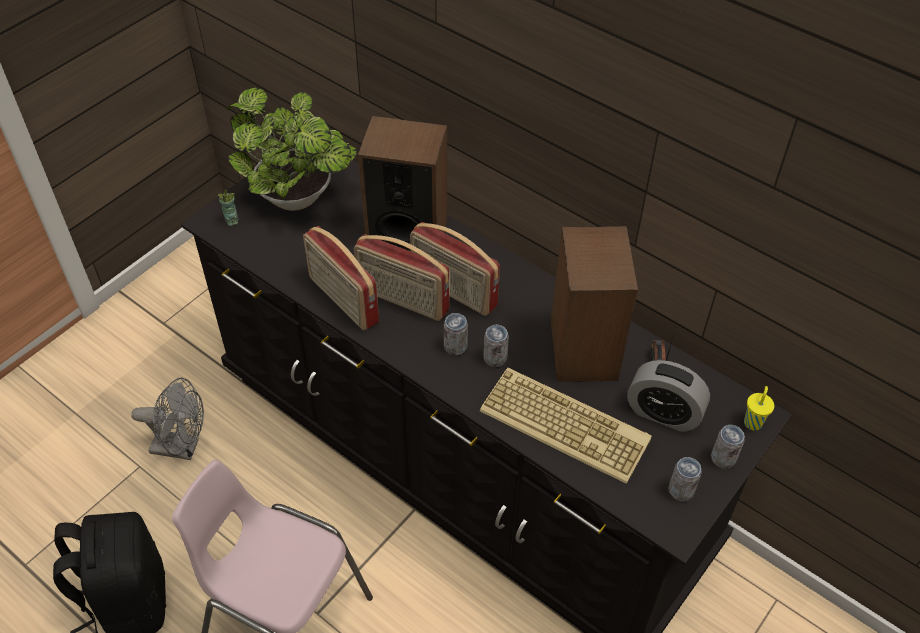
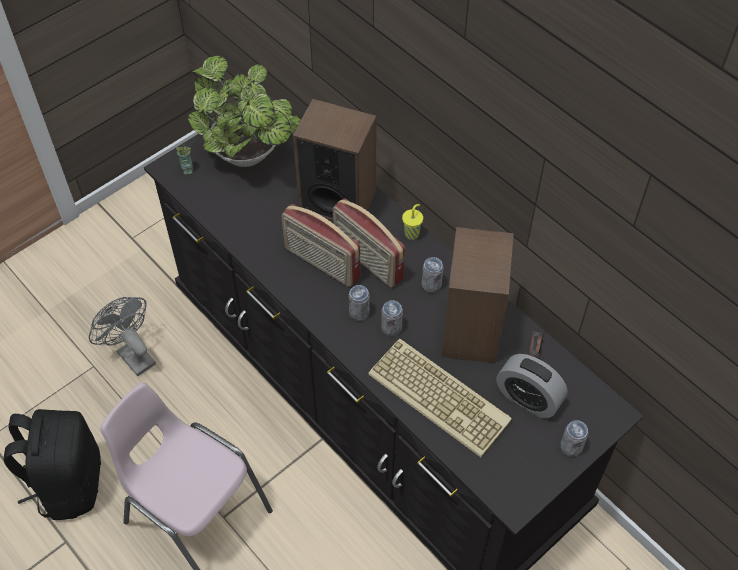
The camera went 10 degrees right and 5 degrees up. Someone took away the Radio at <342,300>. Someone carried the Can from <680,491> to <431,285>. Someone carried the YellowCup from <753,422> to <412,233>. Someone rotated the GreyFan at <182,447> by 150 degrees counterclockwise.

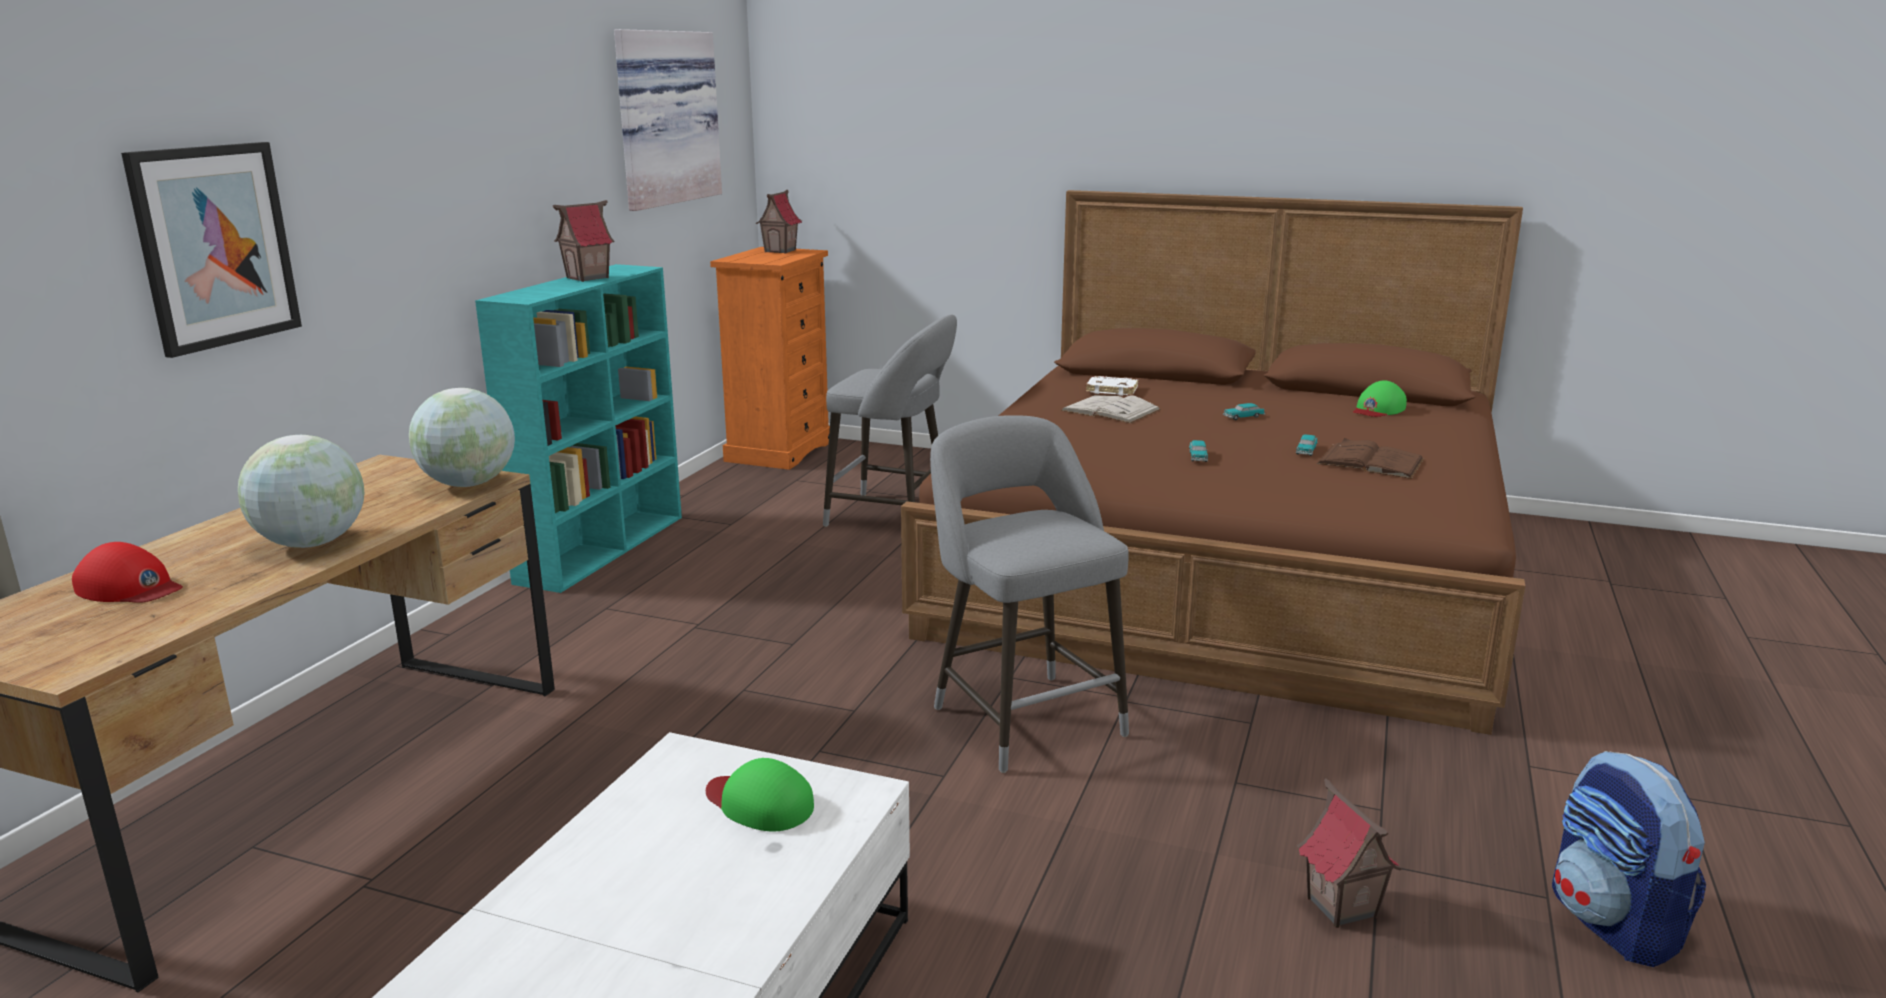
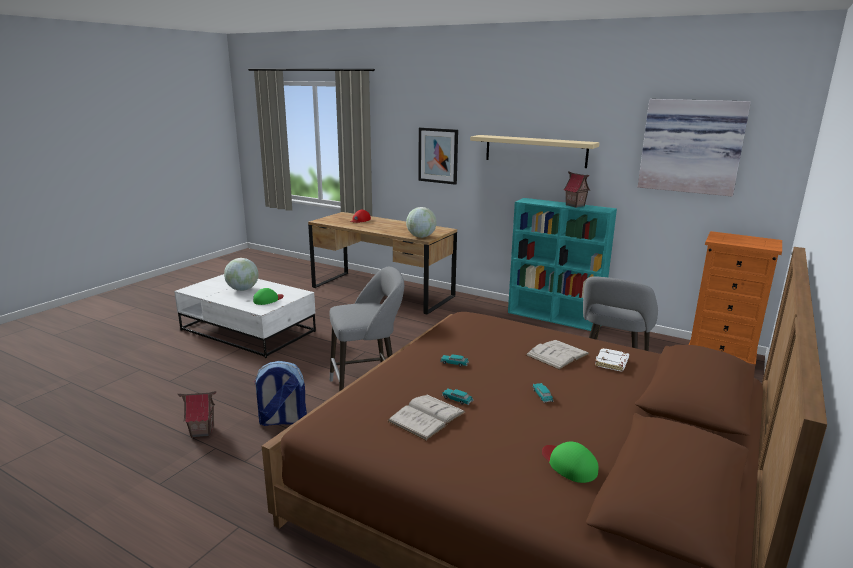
The camera went 100 degrees right and 0 degrees up. Someone took away the ToyHouse at <780,251>. Someone put up the BeigeShelf at <535,151>. Someone carried the Globe from <311,543> to <242,289>. Someone carried the Backpack from <1614,924> to <281,420>. Someone repainted the BrownBook at <1370,461>, which became the WhiteBook at <427,416>.

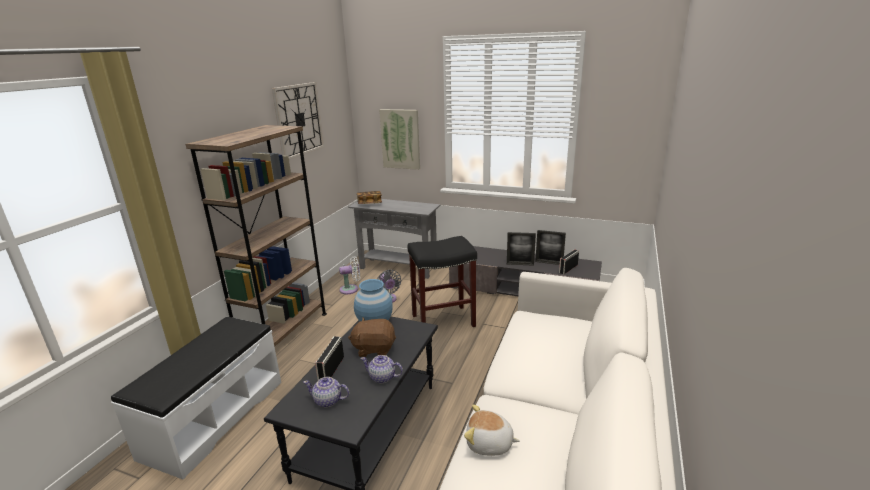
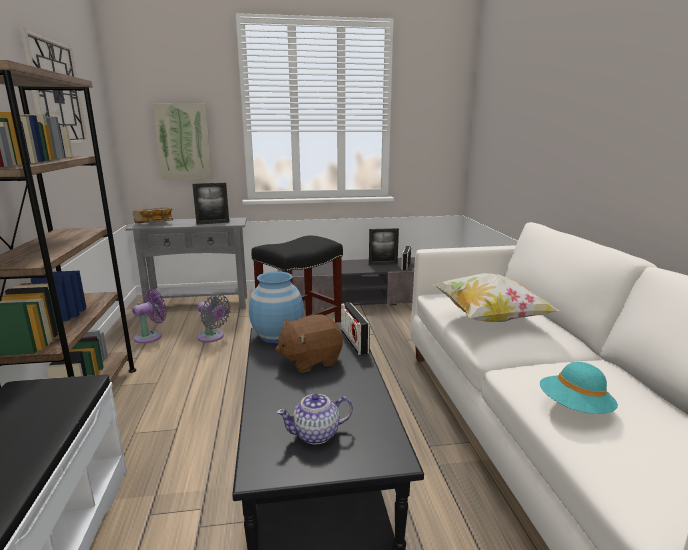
The camera went 30 degrees left and 5 degrees down. Someone took away the Teapot at <382,377>. Someone put down the Pillow at <489,318>. Someone carried the Radio from <331,370> to <354,342>. Someone carried the PictureFrame from <520,264> to <213,223>. Someone swapped the PlushToy at <489,444> for the TurquoiseHat at <574,409>. Someone repainted the WhiteFan at <351,289>, which became the PurpleFan at <151,336>.

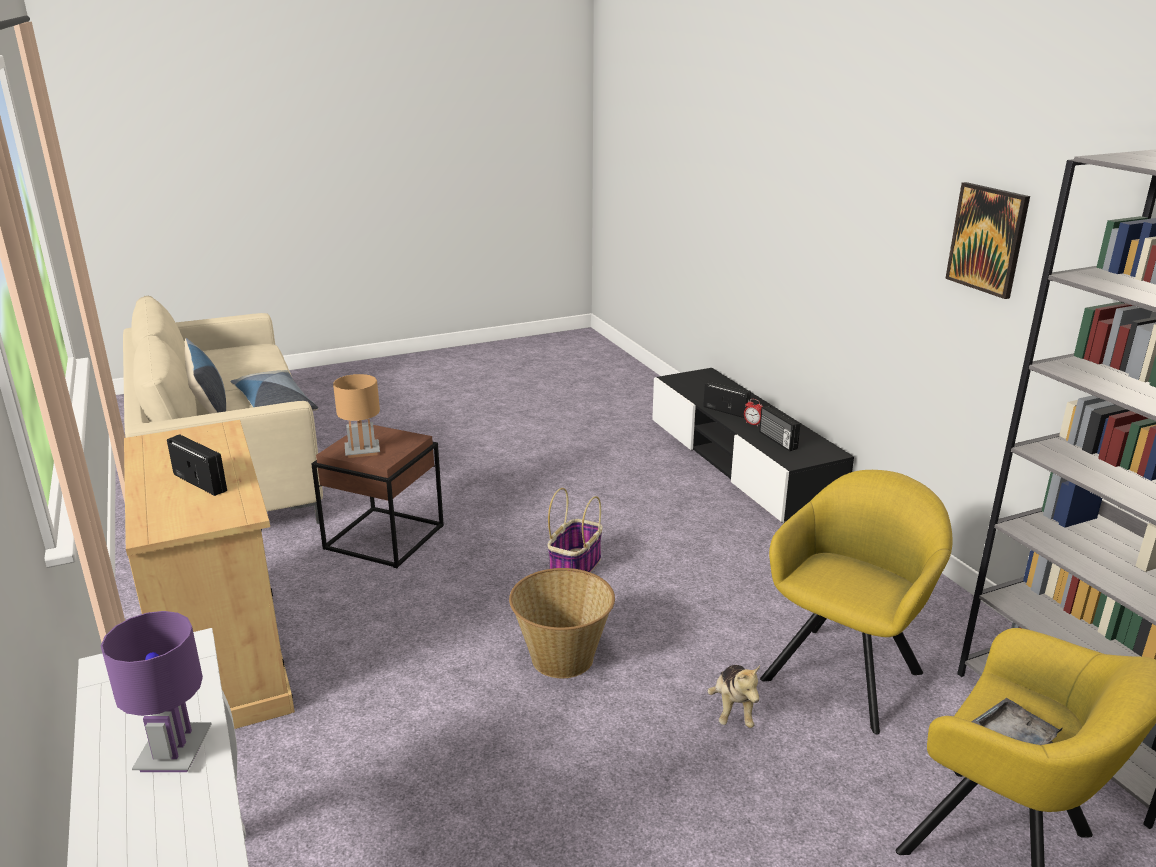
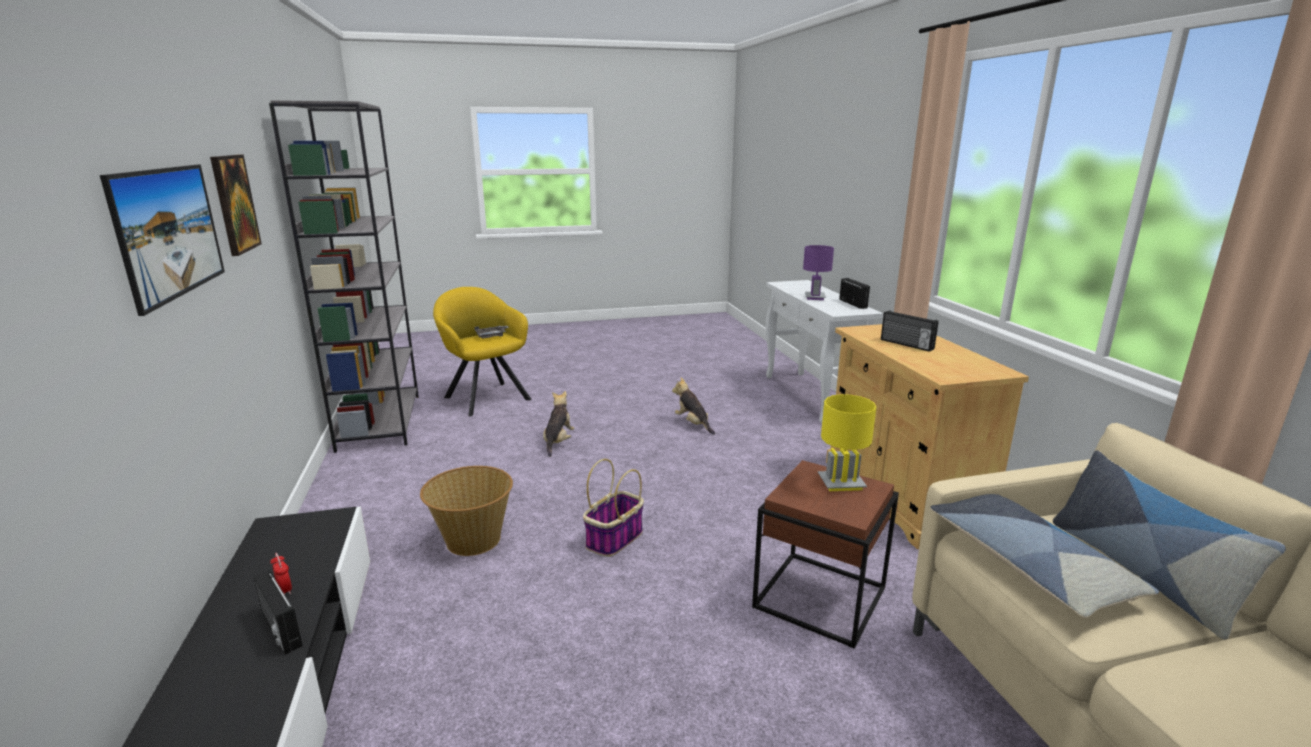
The camera went 170 degrees left and 5 degrees down. Someone took away the YellowArmchair at <846,671>. Someone put up the Picture at <177,262>. Someone put down the PlushToy at <693,424>. Someone carried the Basket from <562,657> to <473,541>. Someone carried the Radio from <777,440> to <853,303>. Someone repainted the BrownTableLamp at <362,451>, which became the YellowTableLamp at <841,483>.

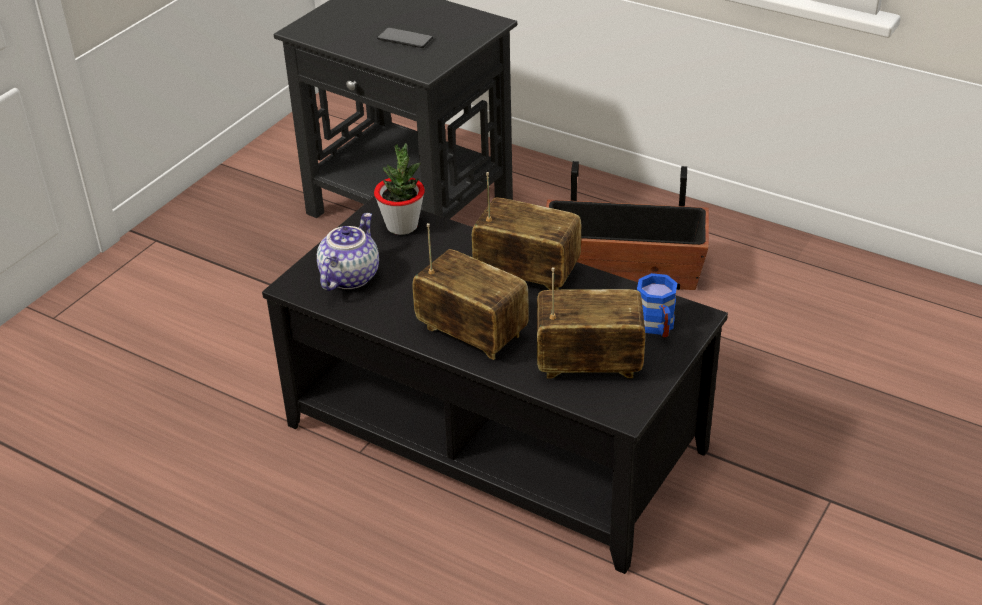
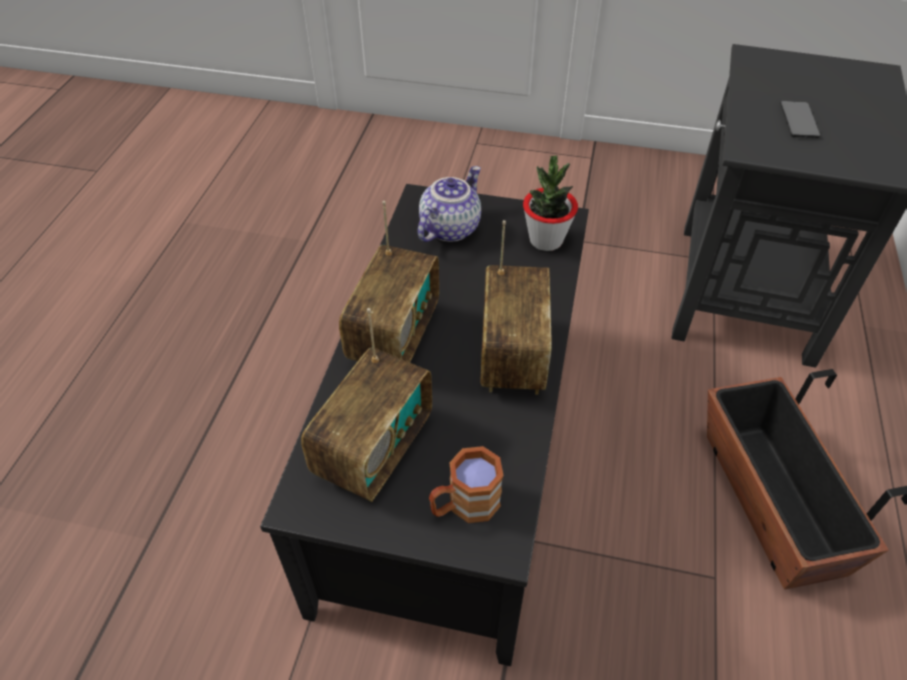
The camera went 70 degrees right and 10 degrees up. Someone repainted the BlueMug at <657,327>, which became the BrownMug at <464,505>. Someone rotated the Teapot at <349,276> by 60 degrees counterclockwise. Someone rotated the Radio at <589,364> by 45 degrees clockwise.

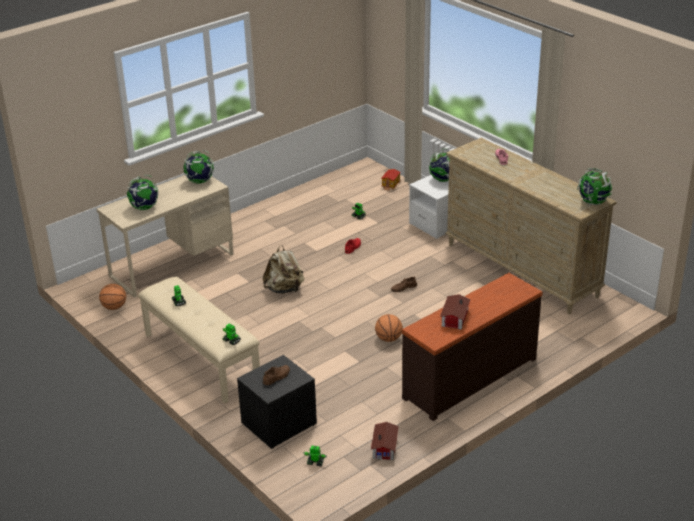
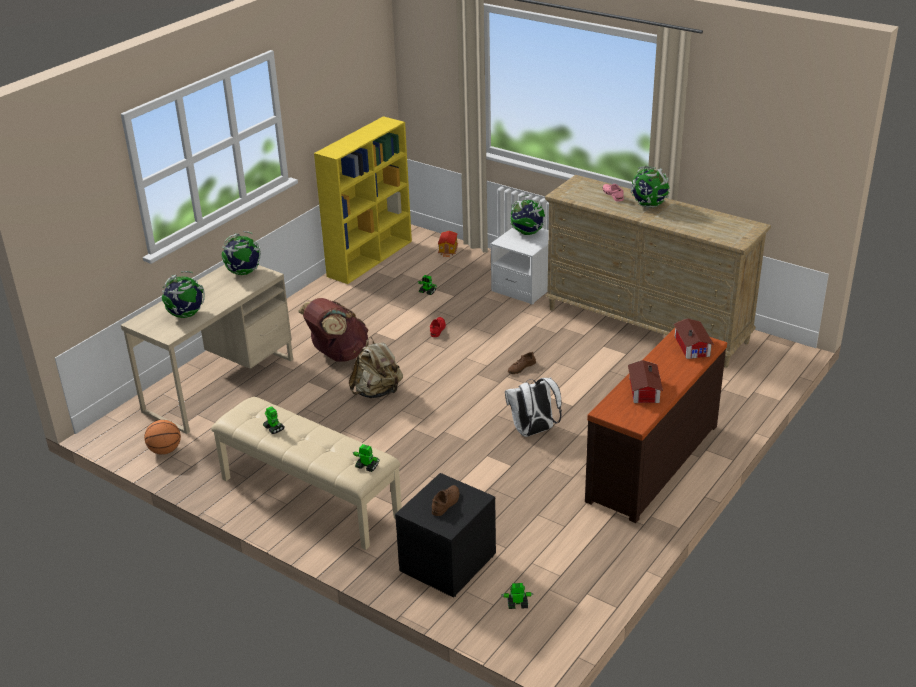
The camera went 15 degrees left and 0 degrees up. Someone put down the BrownBackpack at <338,355>. Someone put down the YellowBookcase at <370,258>. Someone carried the ToyHouse from <386,446> to <692,345>. Someone carried the Globe from <593,202> to <648,205>. Someone swapped the Basketball at <388,339> for the WhiteBackpack at <533,431>.

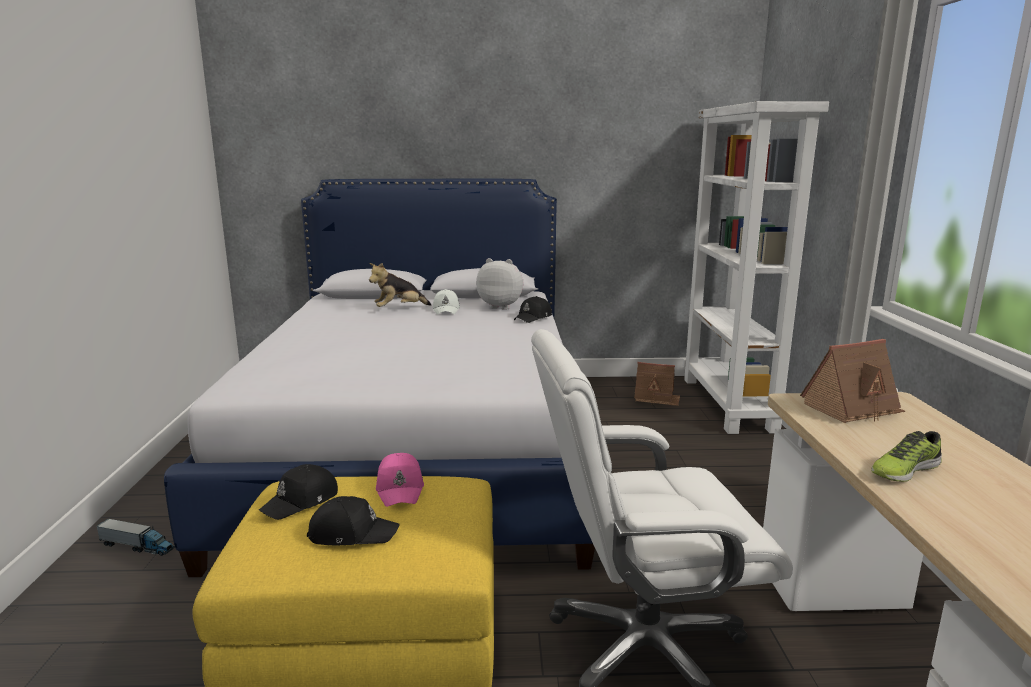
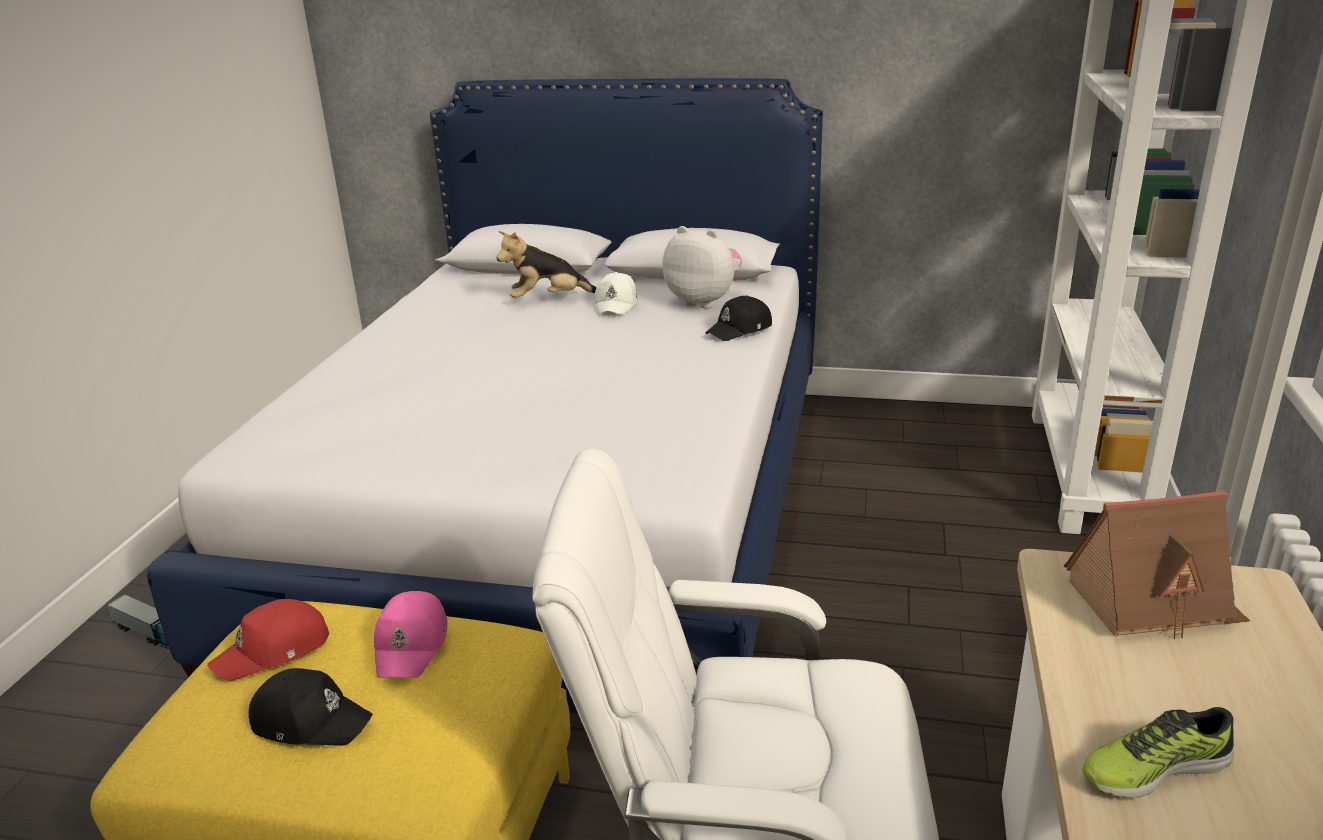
The camera went 15 degrees right and 10 degrees up. Someone took away the ToyHouse at <656,398>. Someone repainted the BlackCap at <301,501>, which became the RedCap at <274,651>.

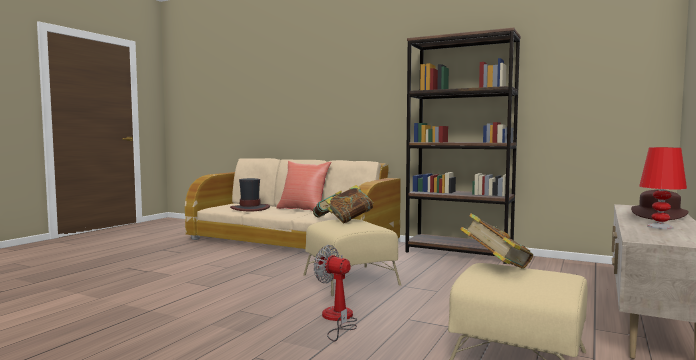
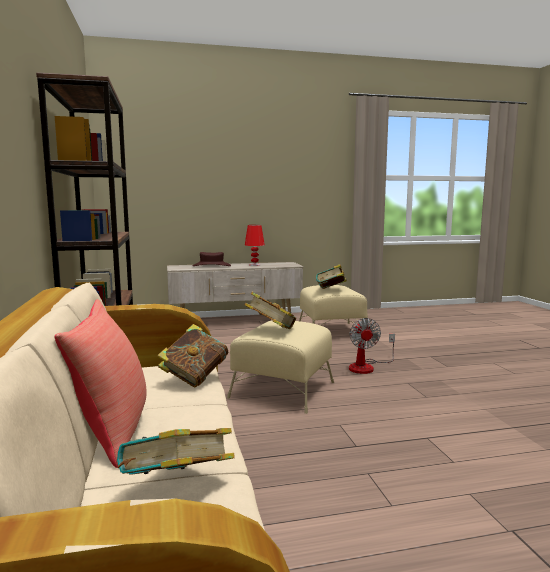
The camera went 130 degrees left and 5 degrees up. Someone swapped the Hat at <250,208> for the Book at <178,487>.

